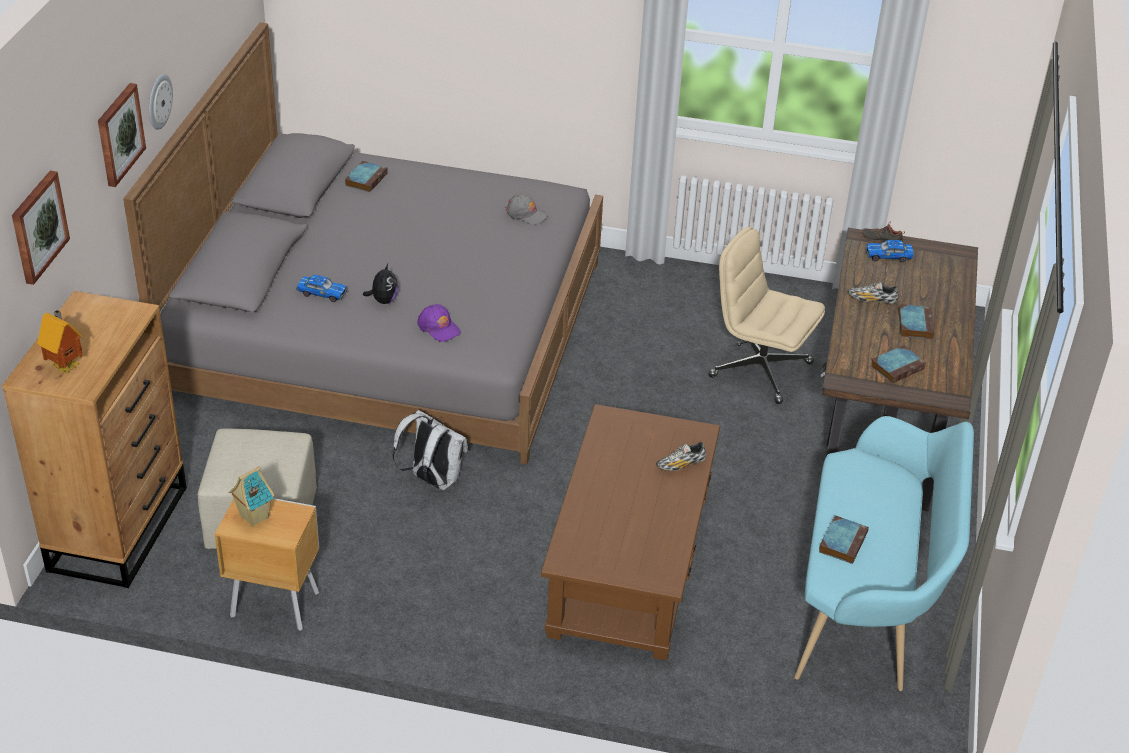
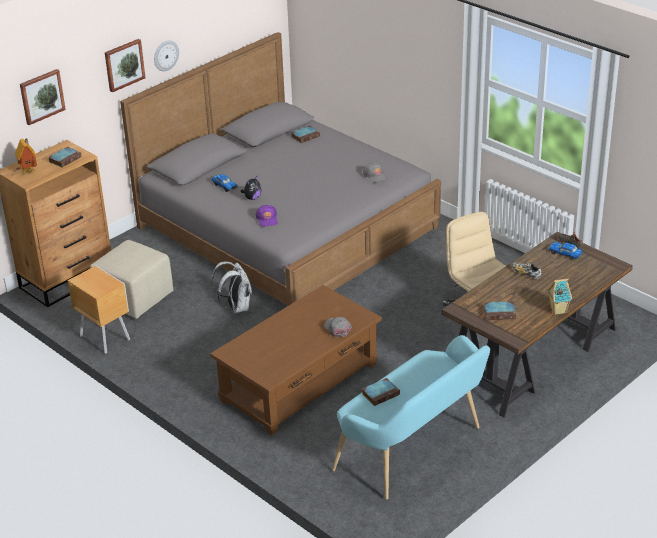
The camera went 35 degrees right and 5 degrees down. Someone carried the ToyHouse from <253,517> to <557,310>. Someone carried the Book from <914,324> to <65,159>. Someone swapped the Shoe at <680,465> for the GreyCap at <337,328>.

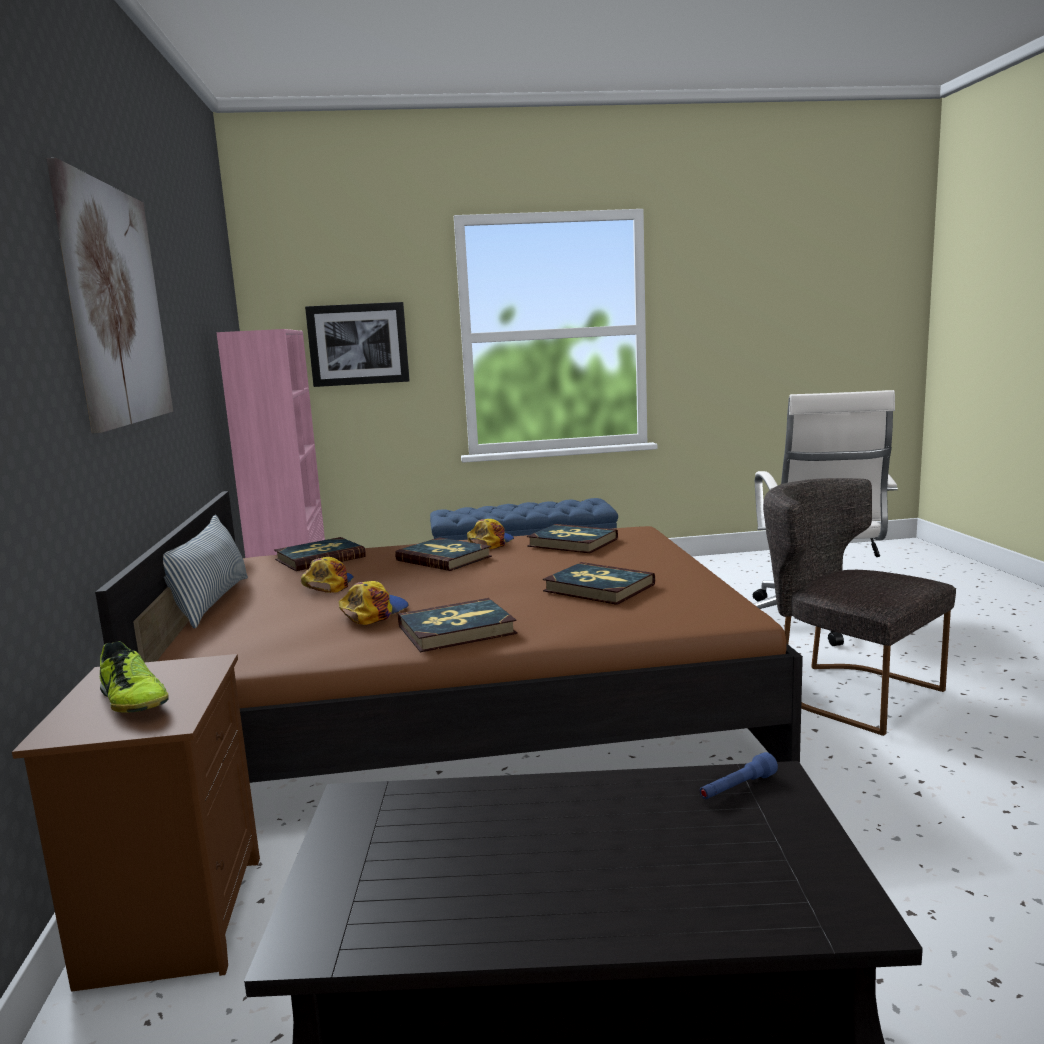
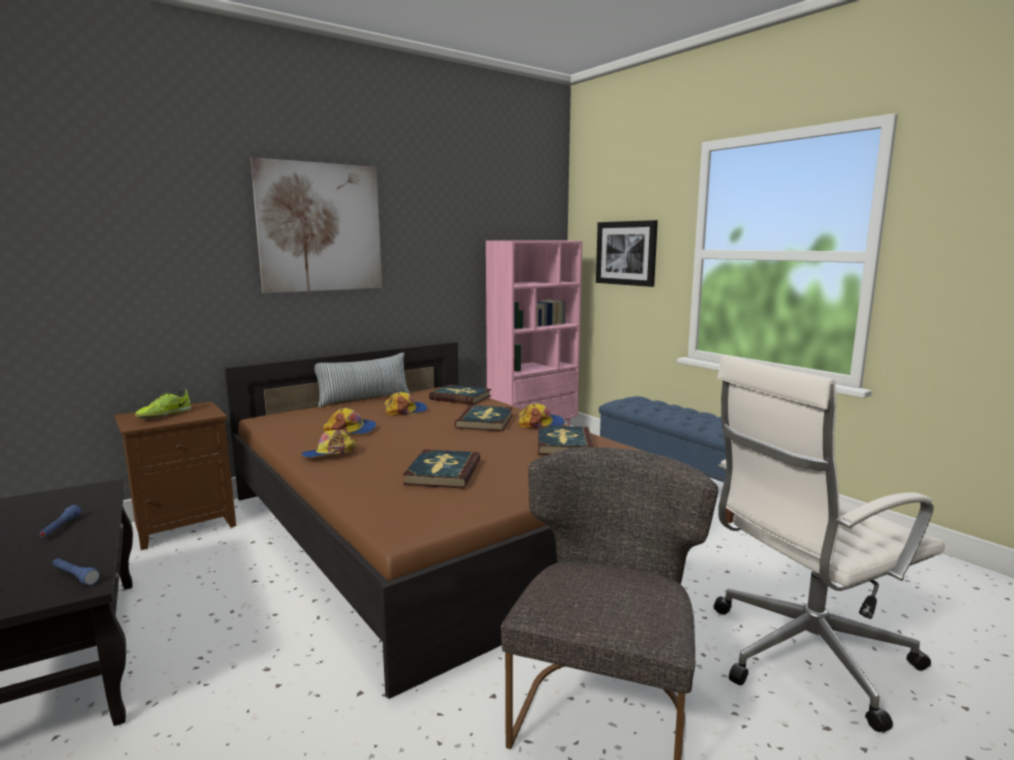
The camera went 60 degrees right and 0 degrees up. Someone put down the BlueFlashlight at <60,528>. Someone swapped the Book at <457,630> for the Cap at <330,454>.

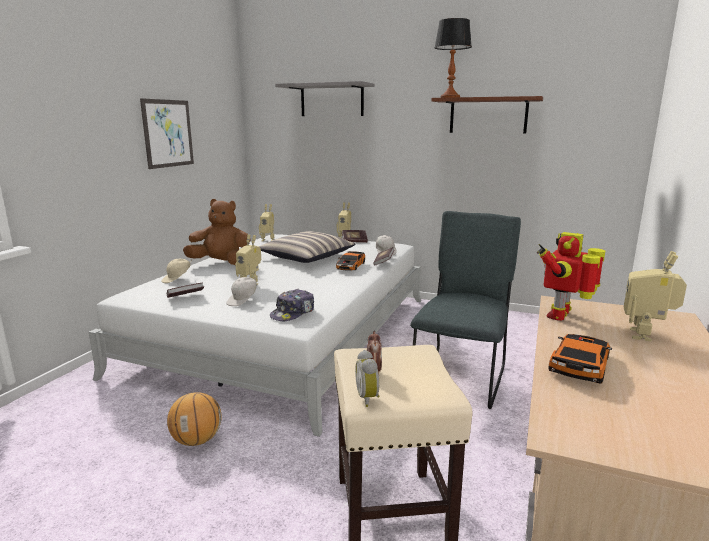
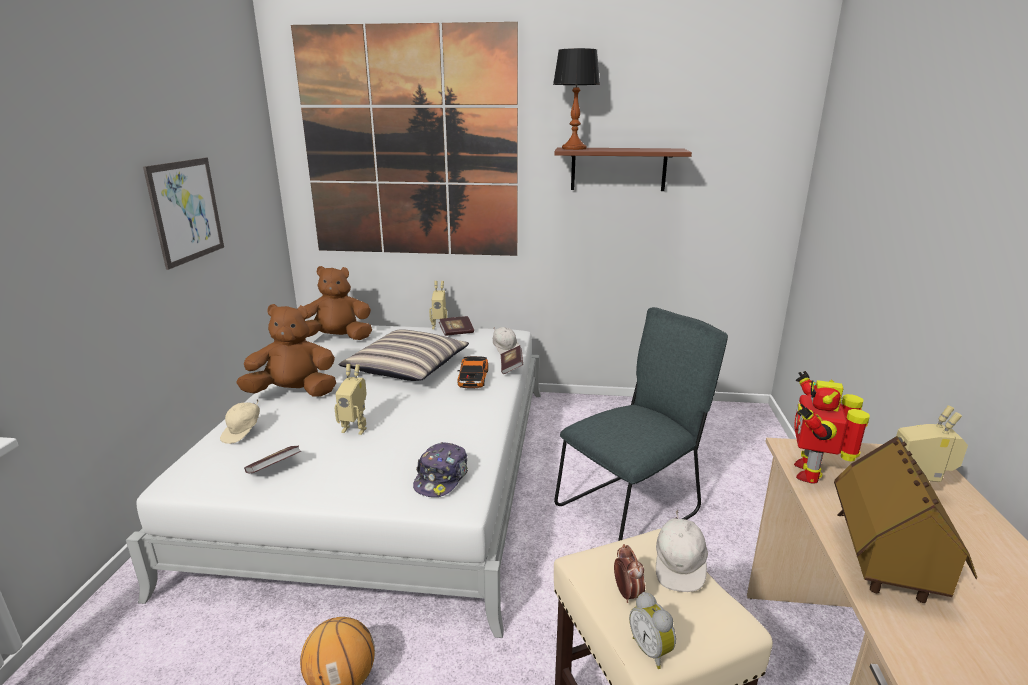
The camera went 15 degrees left and 5 degrees up. Someone carried the WhiteCap from <244,301> to <680,567>. Someone swapped the ToyRobot at <268,240> for the BrownPlushToy at <337,338>. Someone swapped the GreyShelf at <332,100> for the Picture at <410,145>. Someone swapped the ToyCar at <578,364> for the ToyHouse at <883,564>. Someone rotated the GreyChair at <461,376> by 45 degrees clockwise.

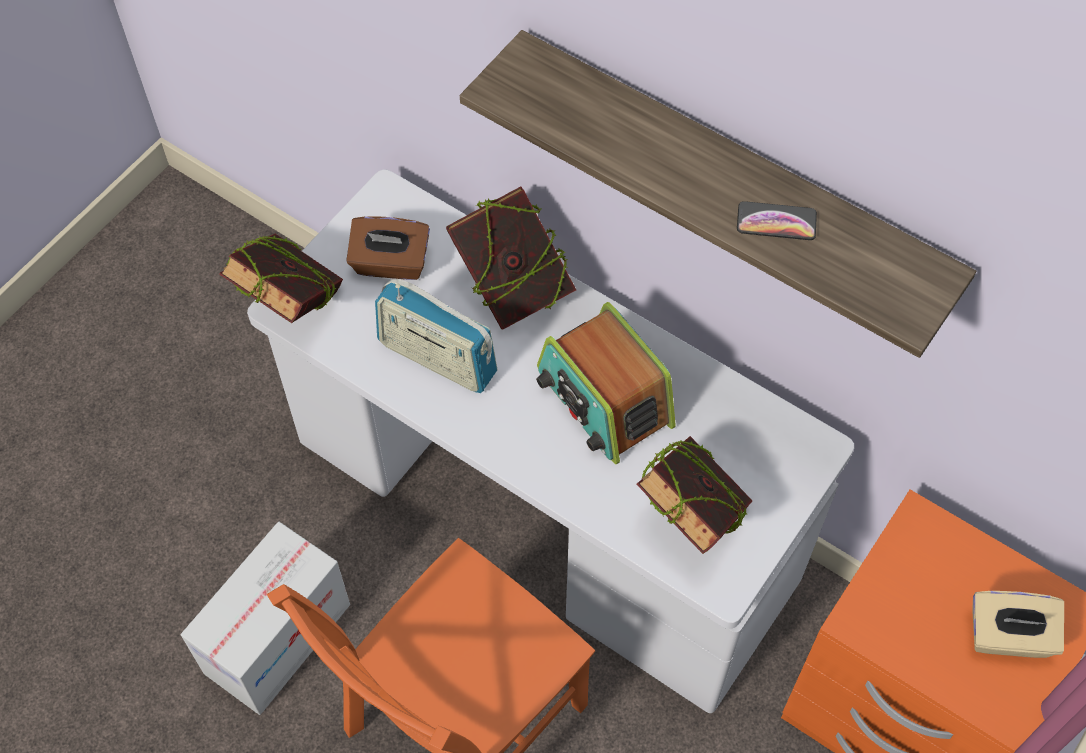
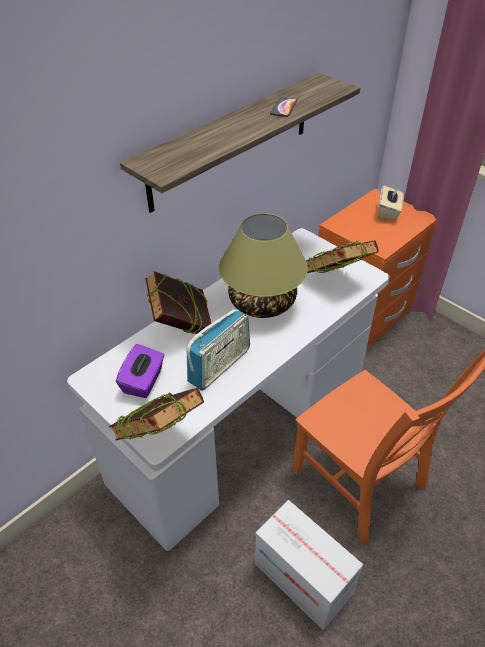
The camera went 80 degrees left and 15 degrees down. Someone swapped the Radio at <603,399> for the TableLamp at <262,301>. Someone repainted the BrownTissueBox at <390,264>, which became the PurpleTissueBox at <143,381>.

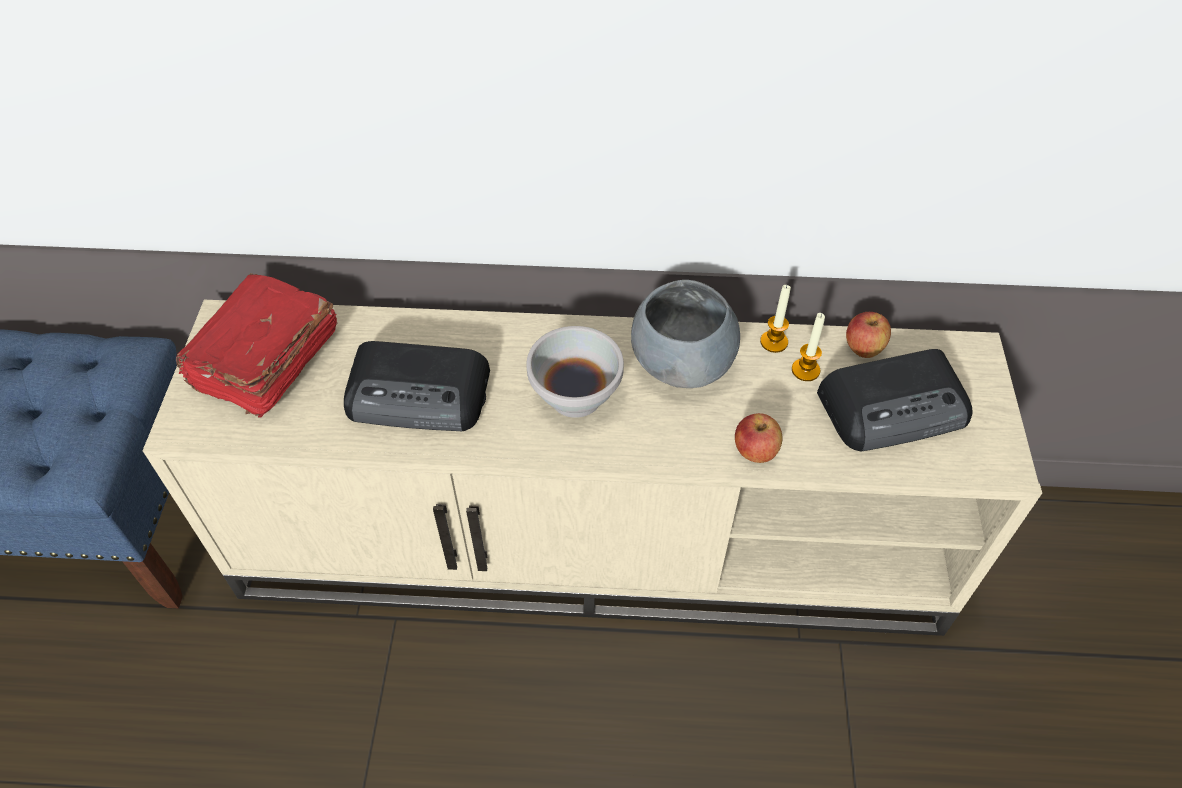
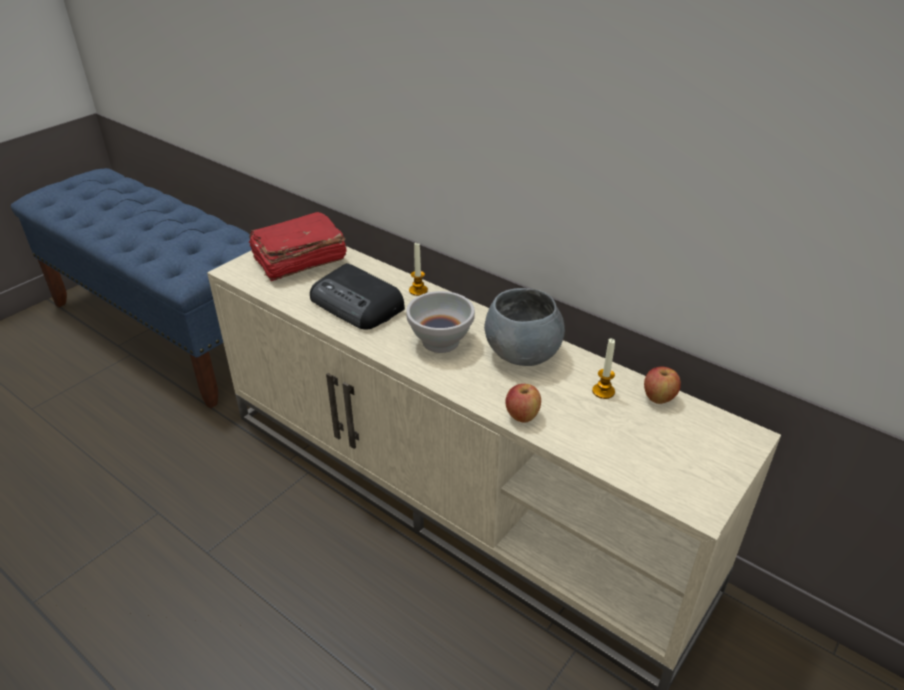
The camera went 35 degrees right and 15 degrees down. Someone took away the Radio at <895,407>. Someone carried the Candle from <774,342> to <418,290>.

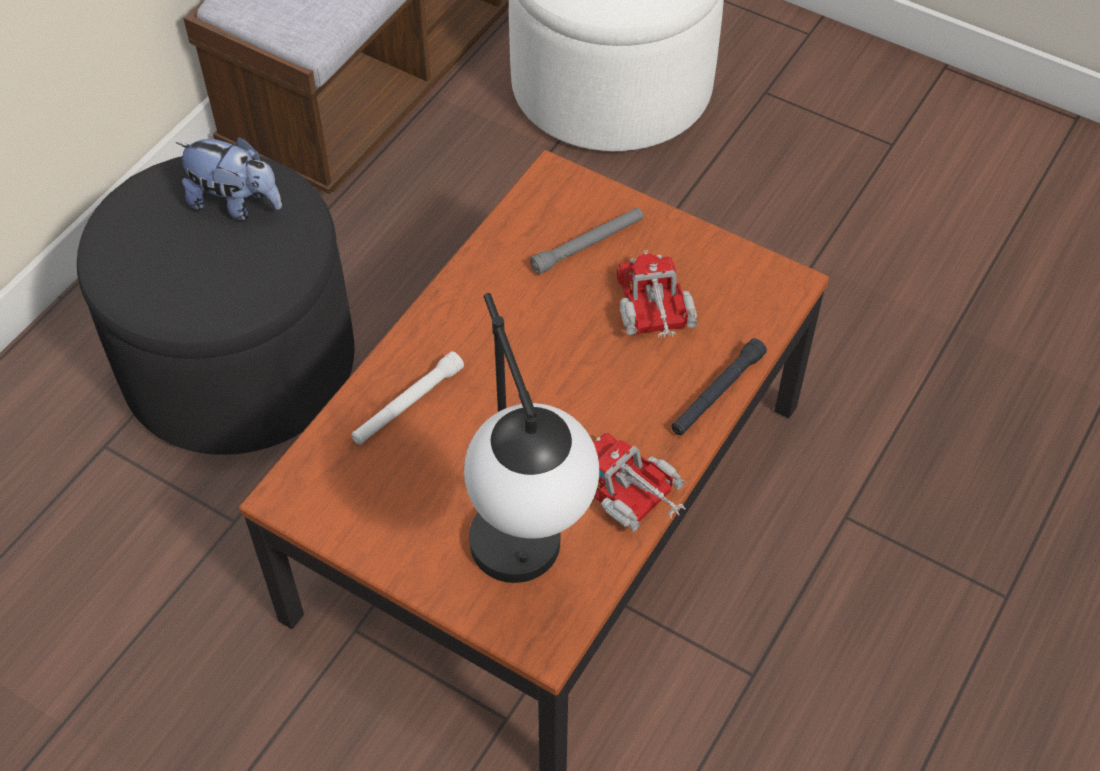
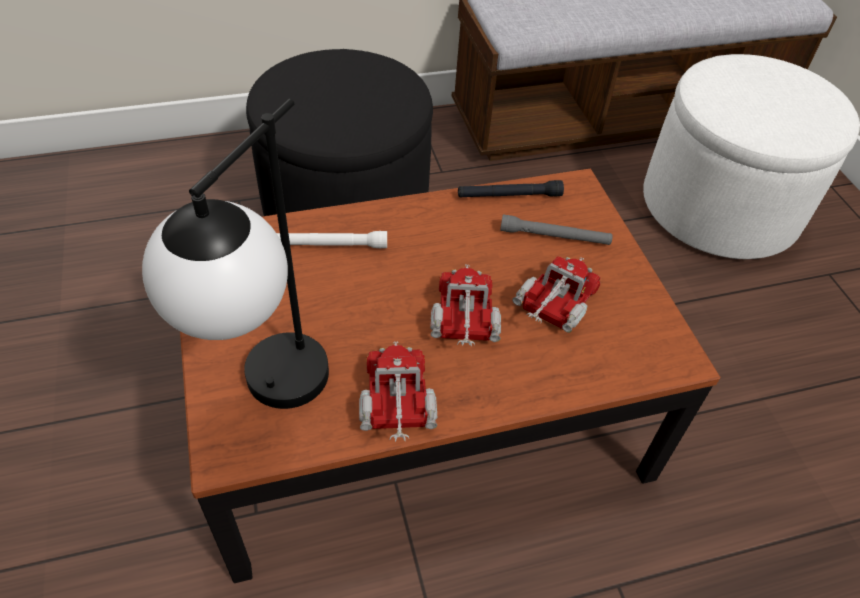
The camera went 40 degrees right and 5 degrees down. Someone took away the PlushToy at <236,203>. Someone put down the ToyTruck at <464,323>. Someone carried the BlackFlashlight from <717,393> to <509,196>.

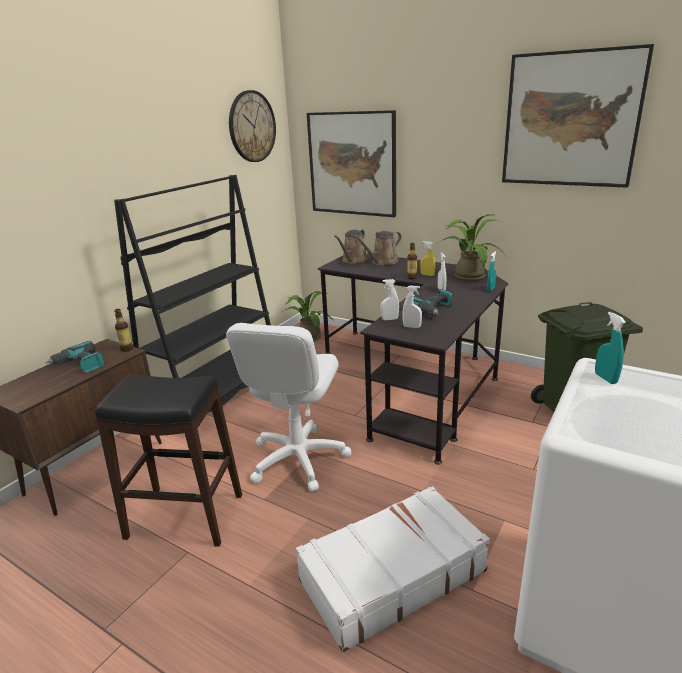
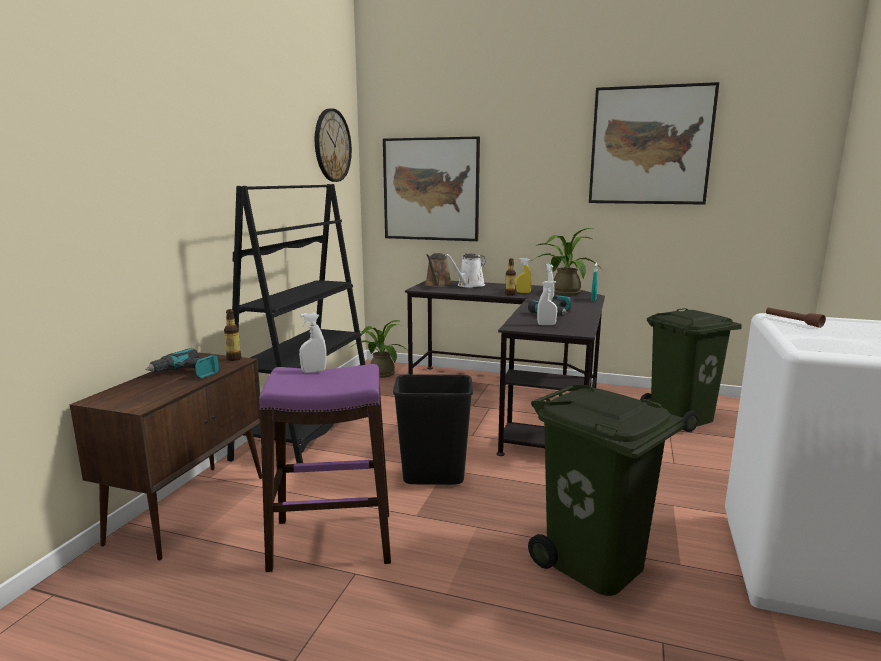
The camera went 15 degrees left and 10 degrees down. Someone carried the WhiteSprayBottle from <389,319> to <314,371>. Someone swapped the WhiteOfficeChair at <297,459> for the BlackTrashCan at <433,477>. Someone swapped the WhiteSuitcase at <391,575> for the GreenTrashCan at <593,563>. Someone swapped the TurquoiseSprayBottle at <605,378> for the BrownFlashlight at <792,321>. Someone repainted the BlackStool at <184,516>, which became the PurpleStool at <331,541>. Someone repainted the BrownWateringCan at <382,262>, which became the WhiteWateringCan at <469,285>.

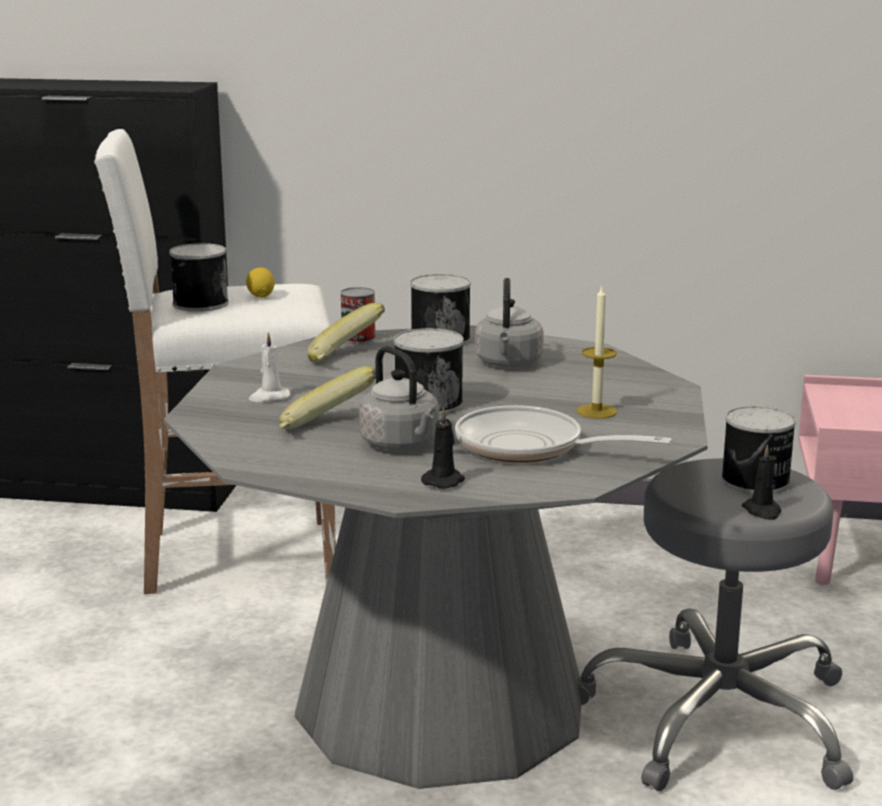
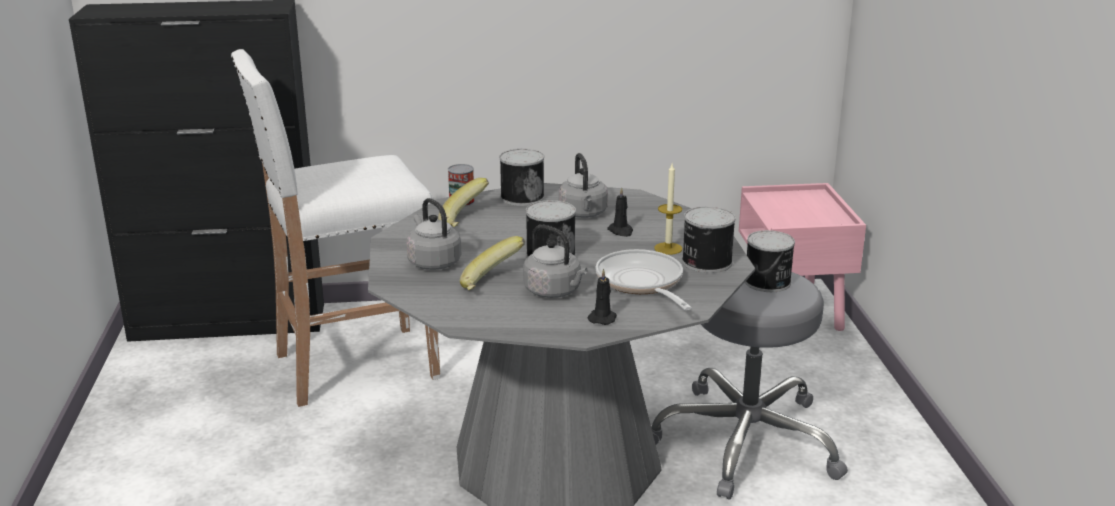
The camera went 15 degrees left and 5 degrees up. Someone took away the Lemon at <261,296>. Someone carried the Can from <199,304> to <705,262>. Someone carried the BlackCandle from <762,511> to <621,231>. Someone swapped the WhiteCandle at <269,397> for the GreyKettle at <433,262>. Someone rotated the FryingPan at <529,447> by 60 degrees clockwise.

